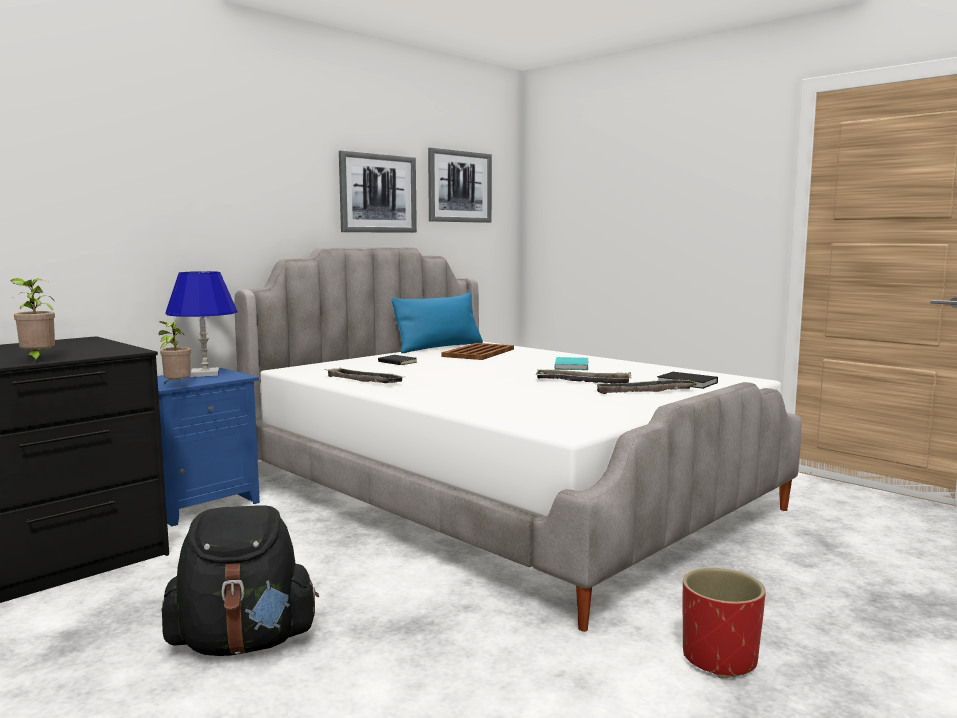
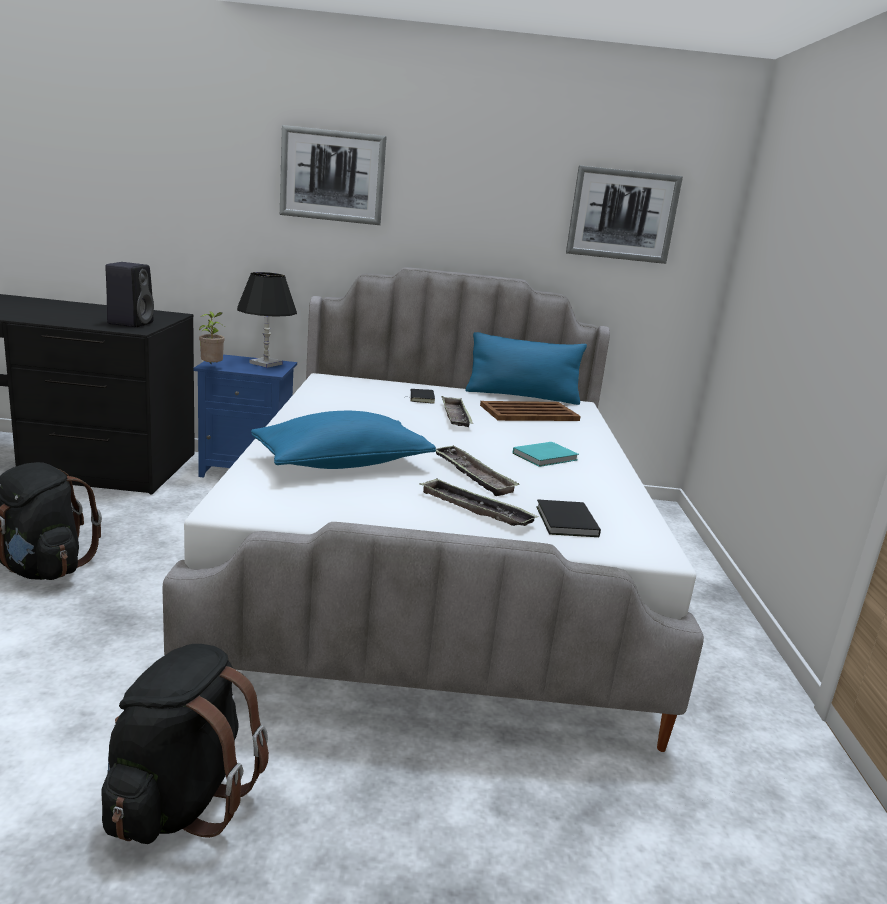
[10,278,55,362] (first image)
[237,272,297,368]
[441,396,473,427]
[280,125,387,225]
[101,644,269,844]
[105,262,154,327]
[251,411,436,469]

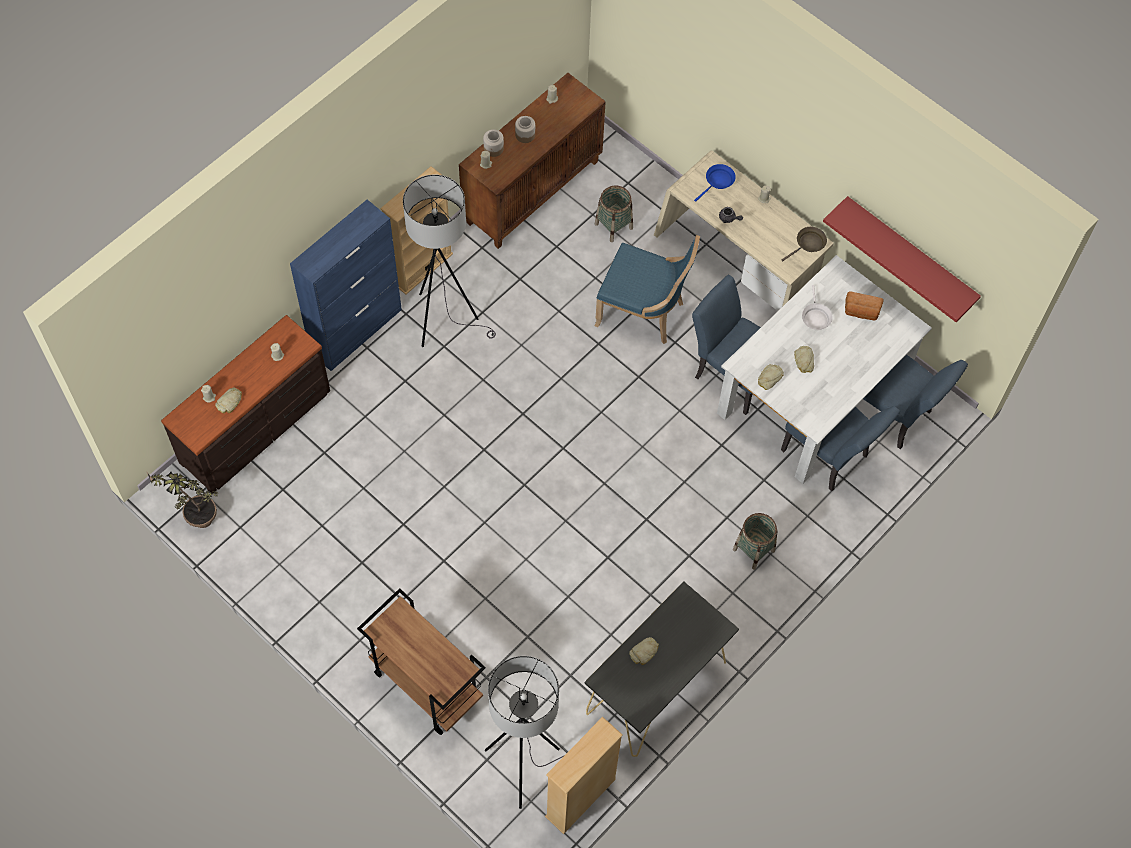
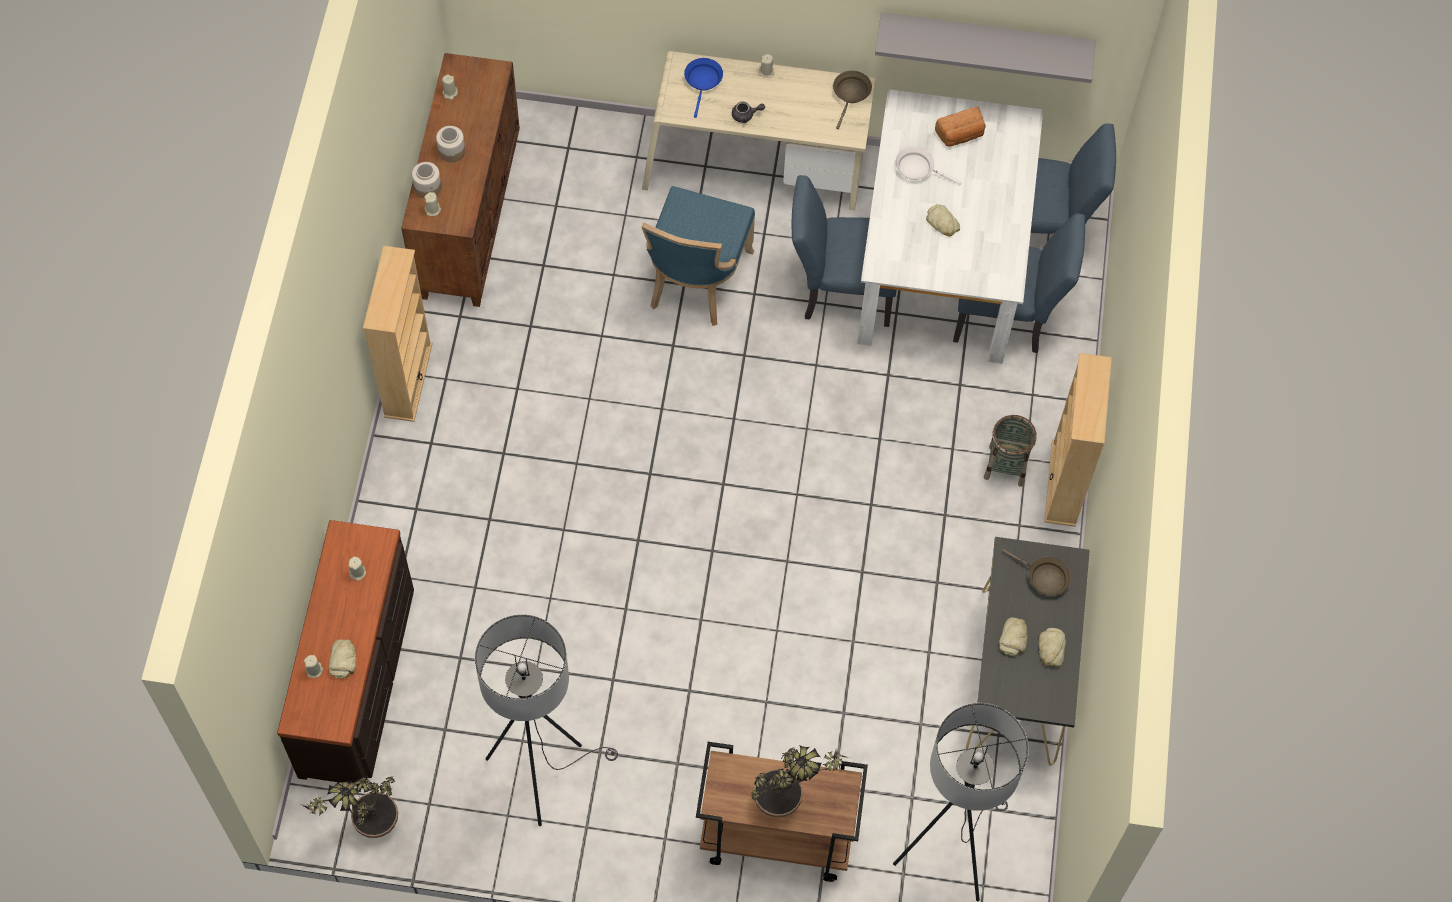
[290,200,402,371] (first image)
[475,614,618,826]
[1044,353,1112,527]
[642,186,755,326]
[595,186,633,242] (first image)
[1039,628,1066,667]
[895,146,961,185]
[875,12,1096,83]
[751,745,849,817]
[1002,549,1071,596]

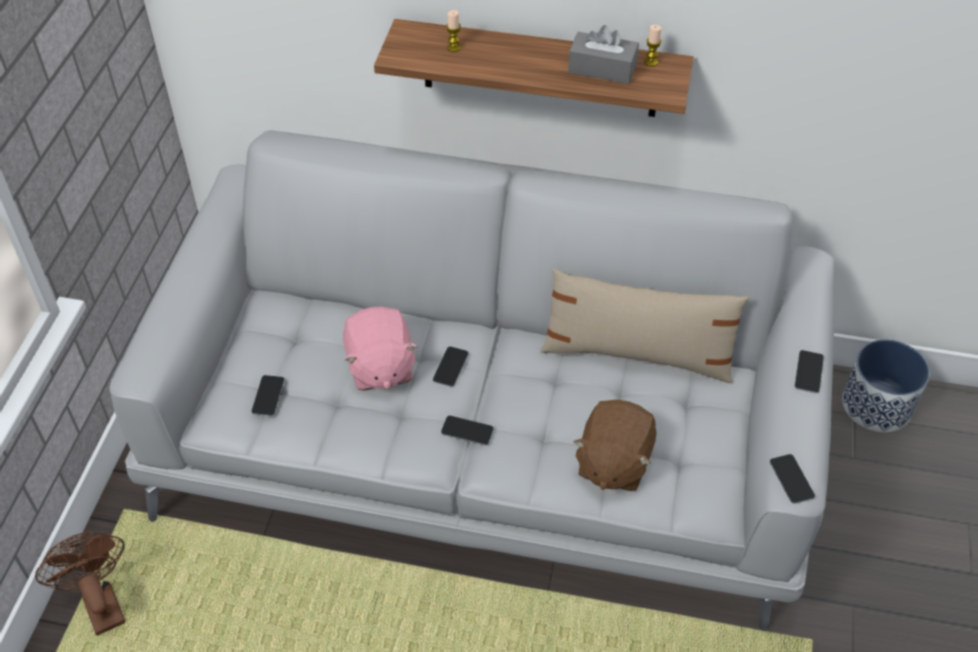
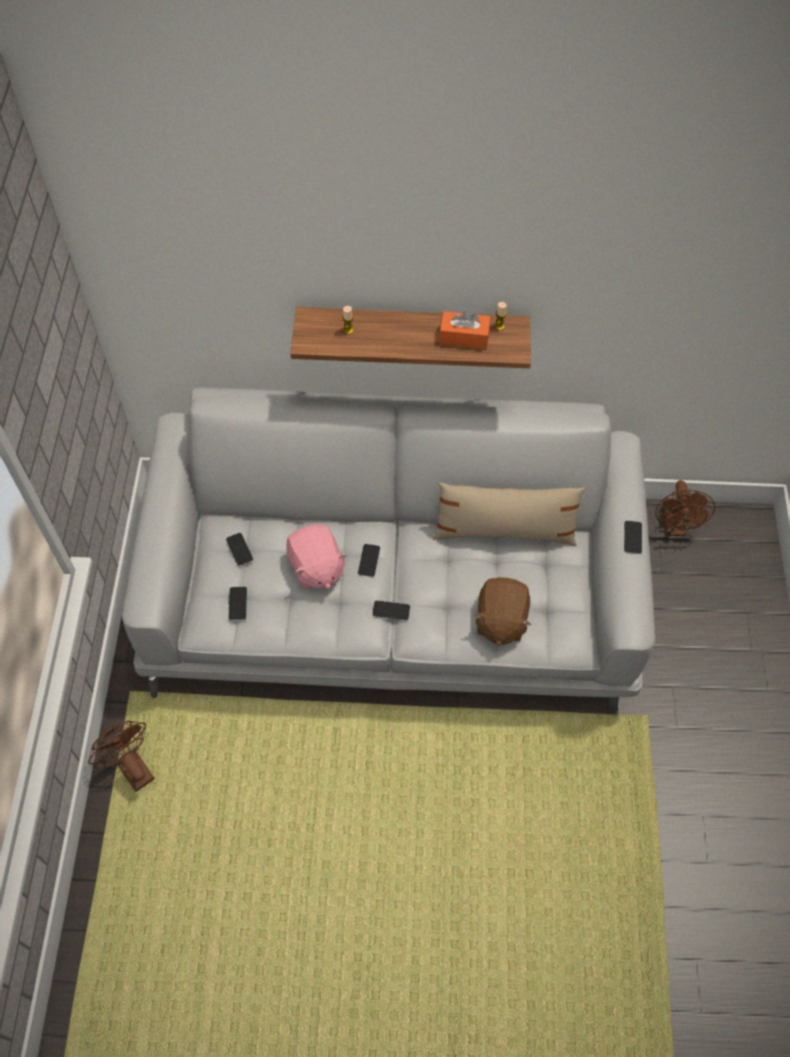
[439,311,490,349]
[226,533,253,566]
[655,480,715,536]

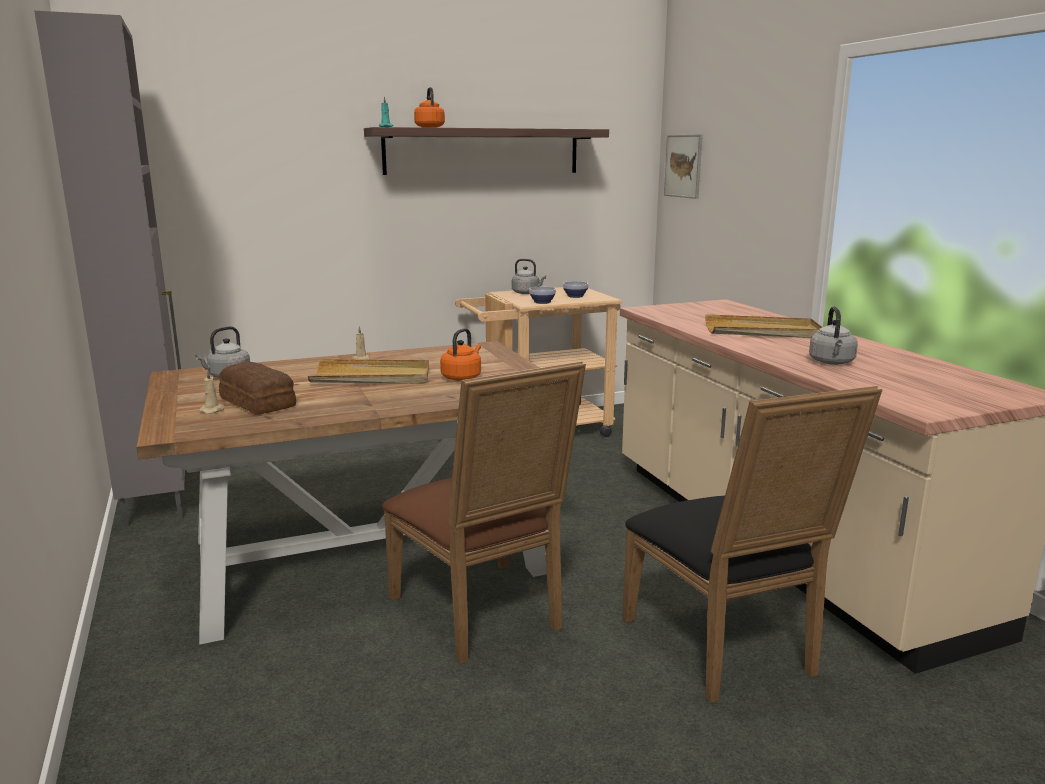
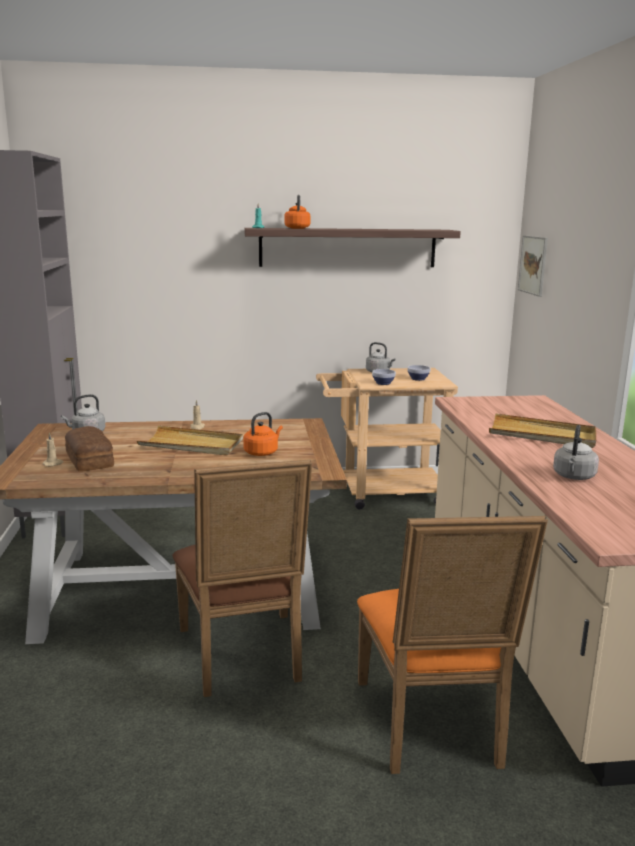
[357,516,548,774]

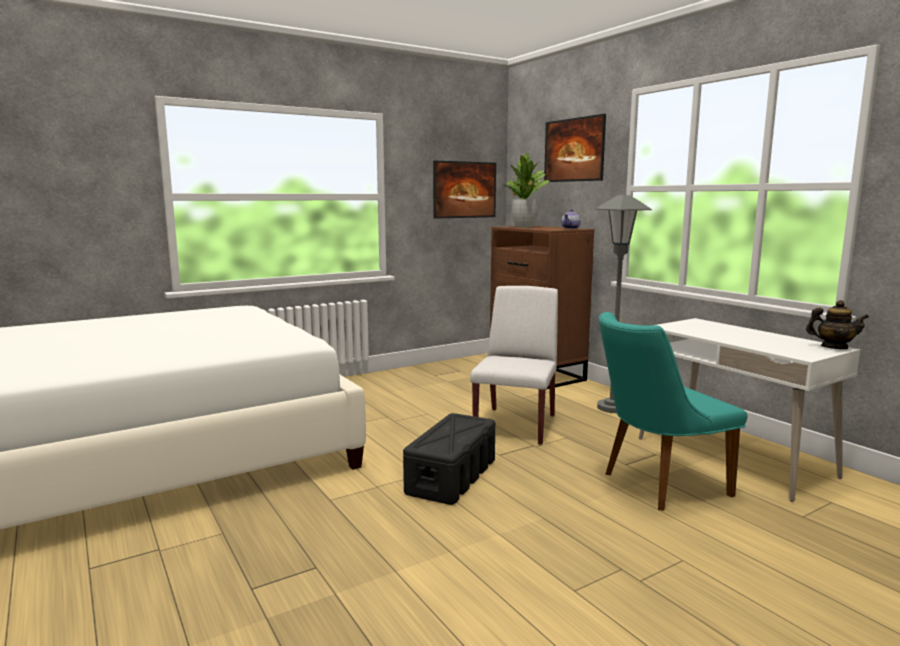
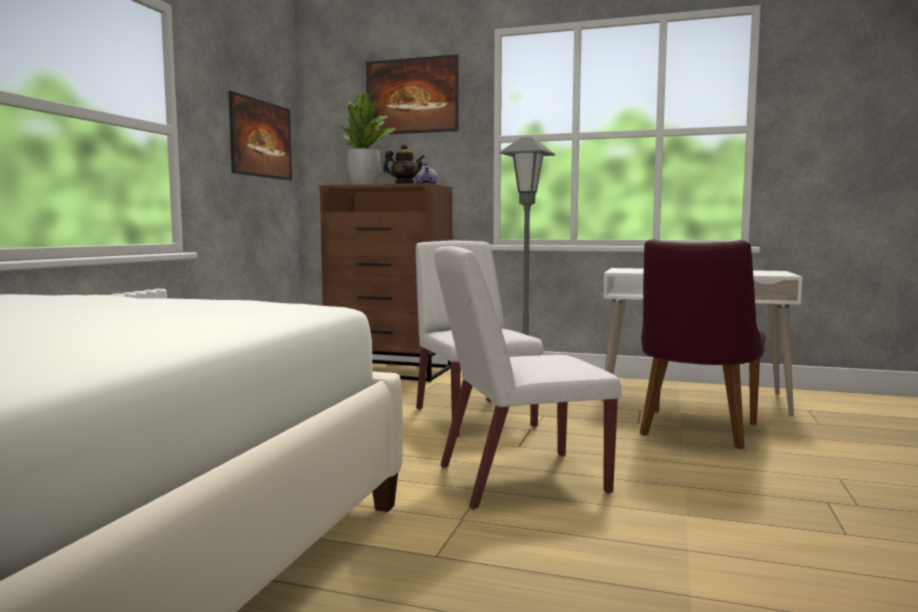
[434,246,622,510]
[640,239,766,449]
[383,144,425,184]

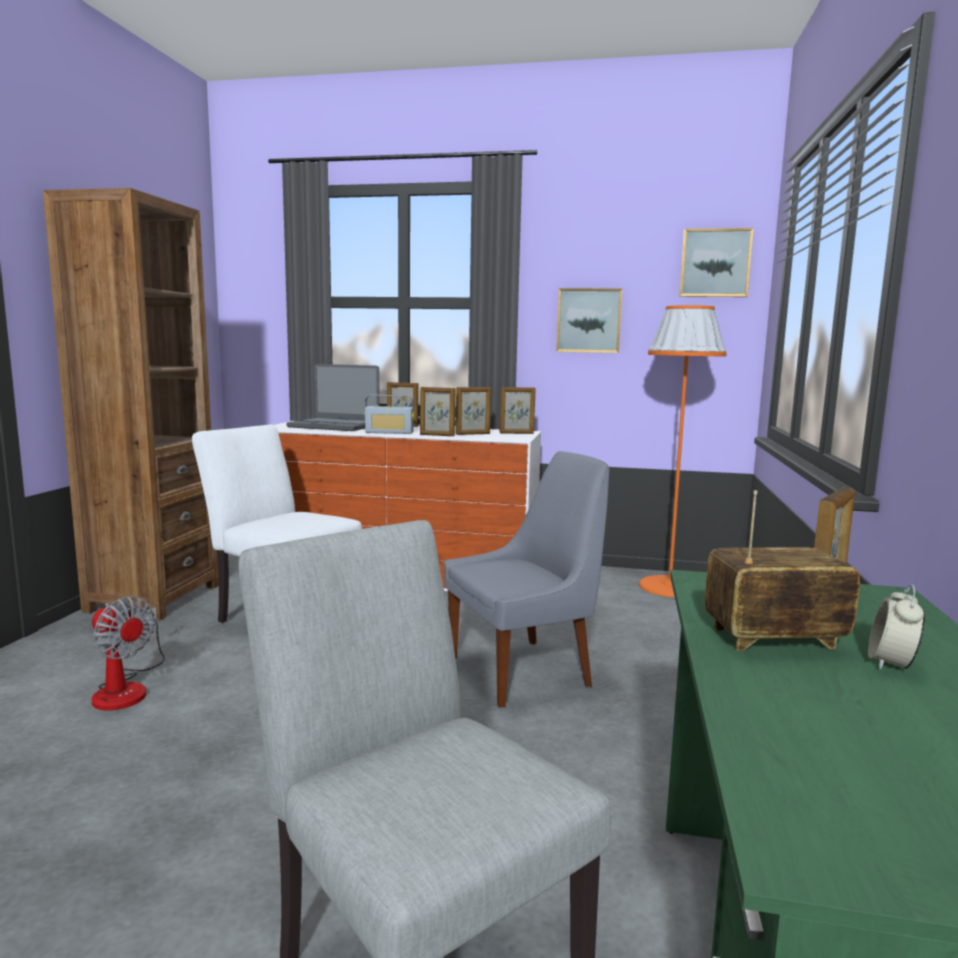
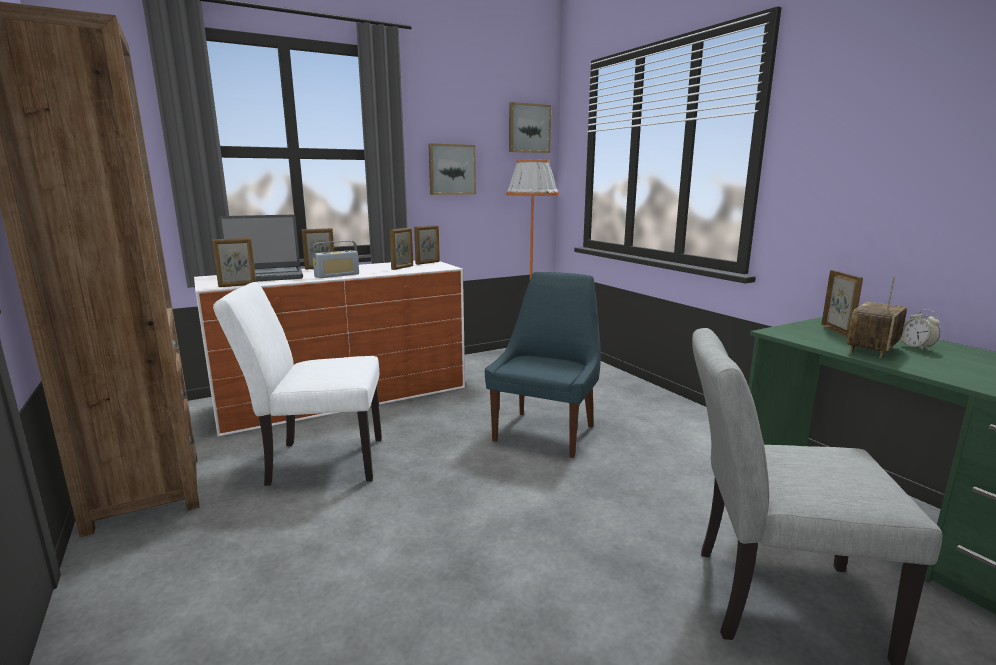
[92,596,165,711] (first image)
[212,238,256,287]
[485,272,601,458]

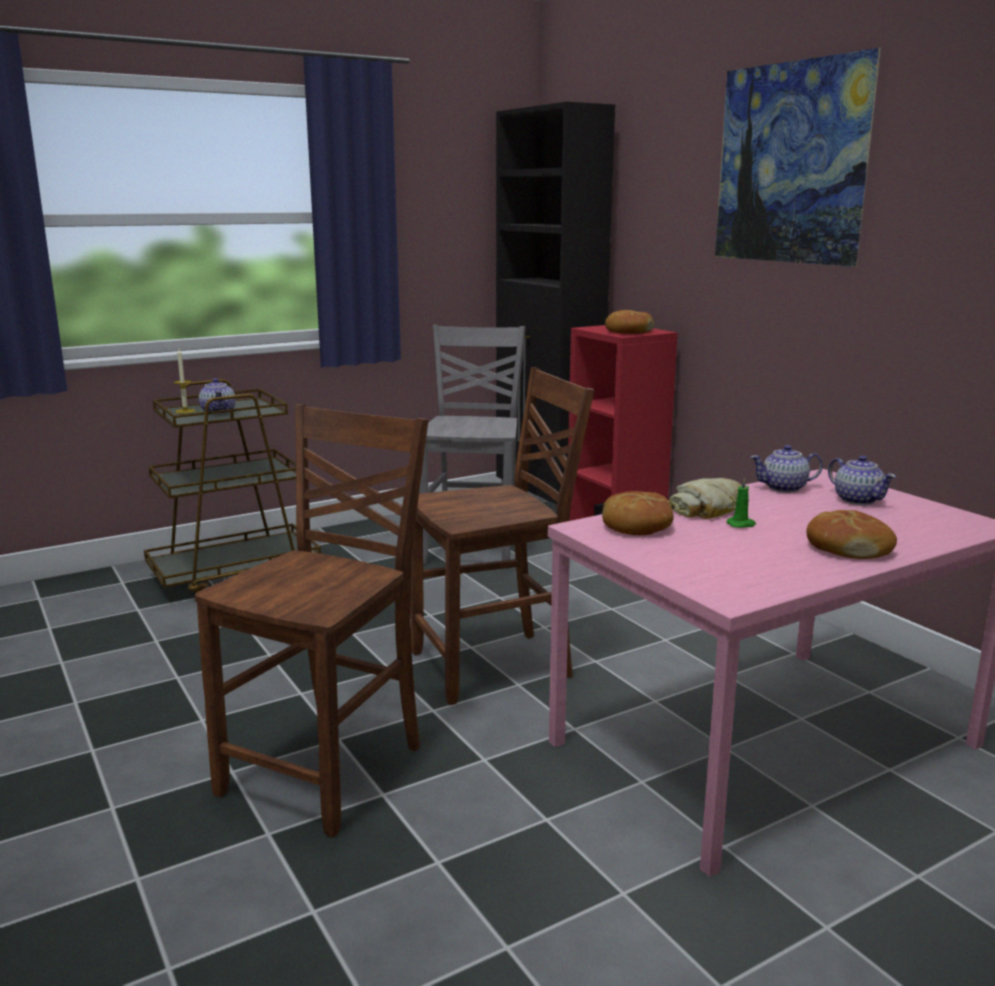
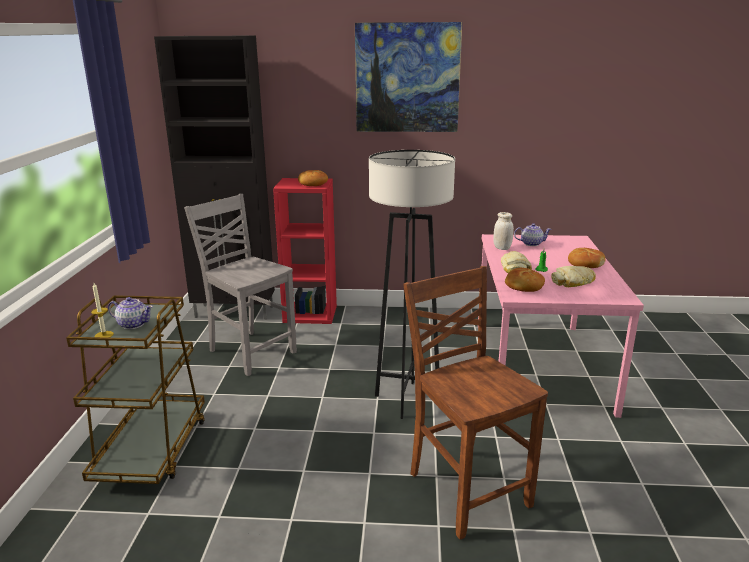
[369,150,455,419]
[493,212,514,250]
[552,266,596,287]

